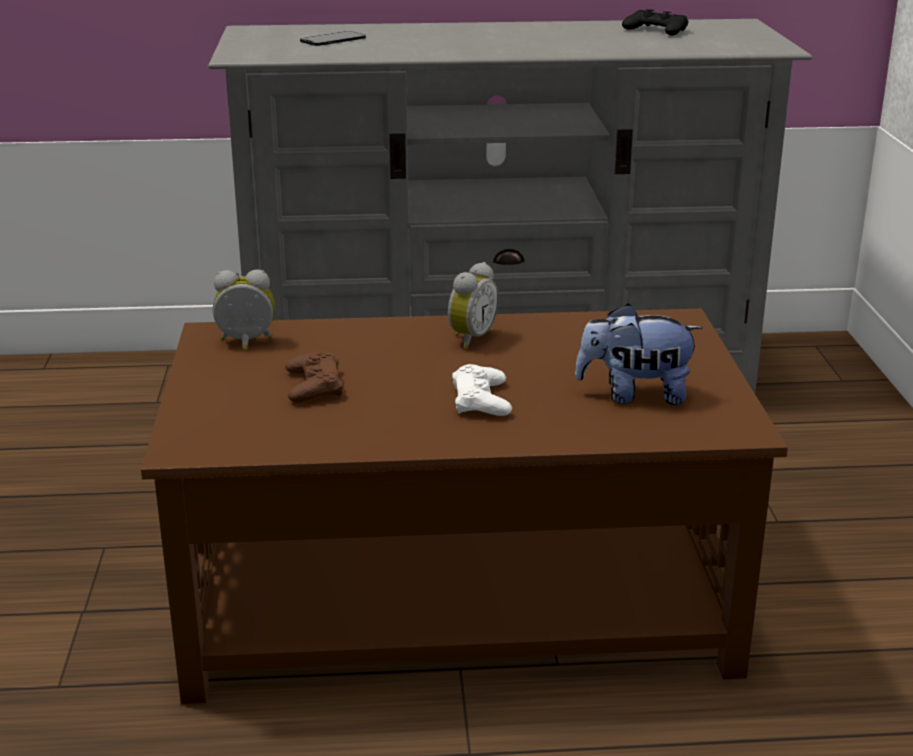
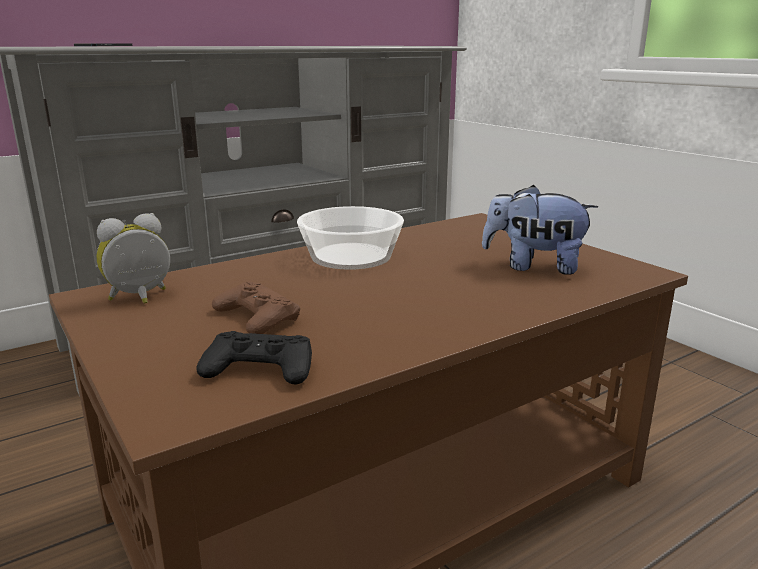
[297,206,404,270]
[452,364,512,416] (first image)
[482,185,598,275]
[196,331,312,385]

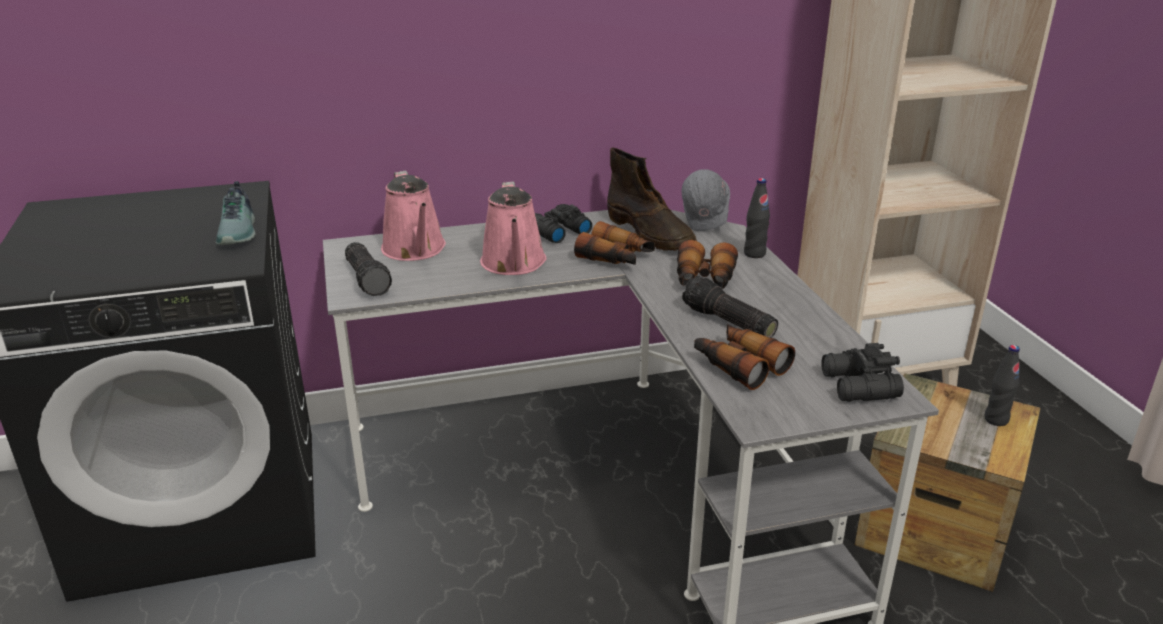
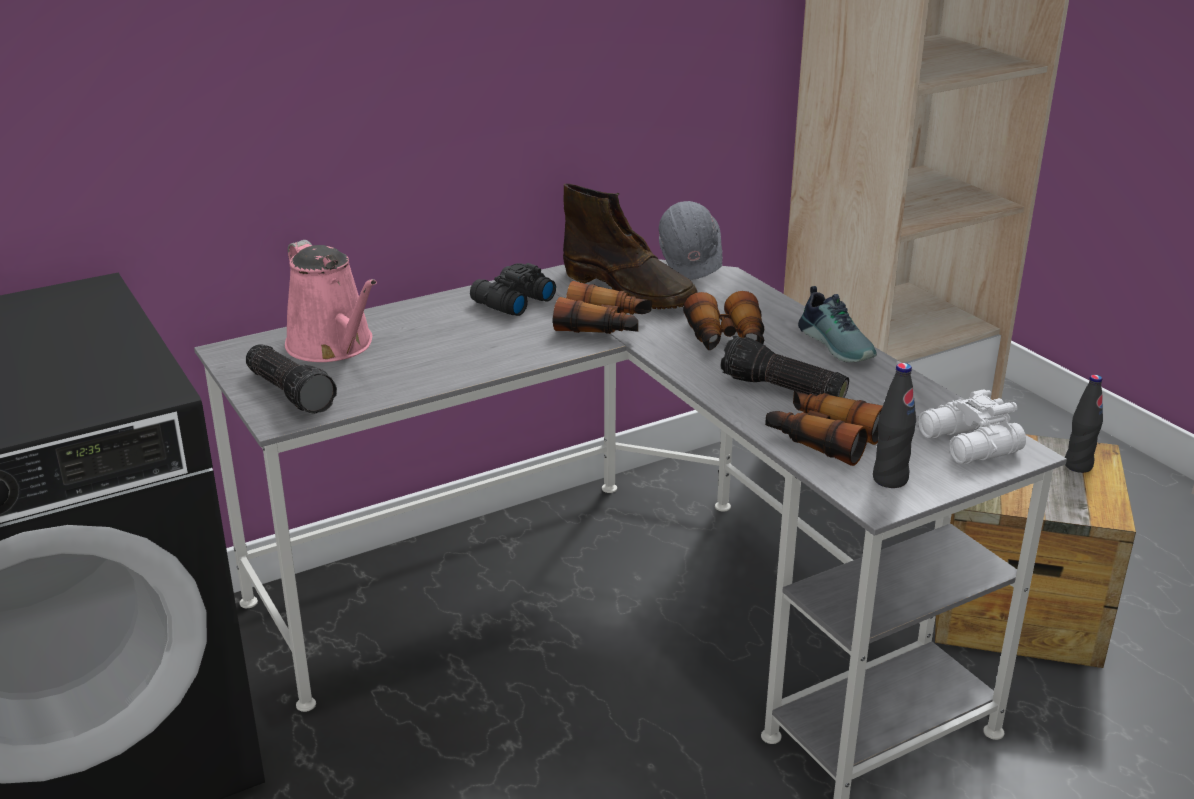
[798,286,877,363]
[480,181,546,275] (first image)
[873,363,916,488]
[918,389,1026,464]

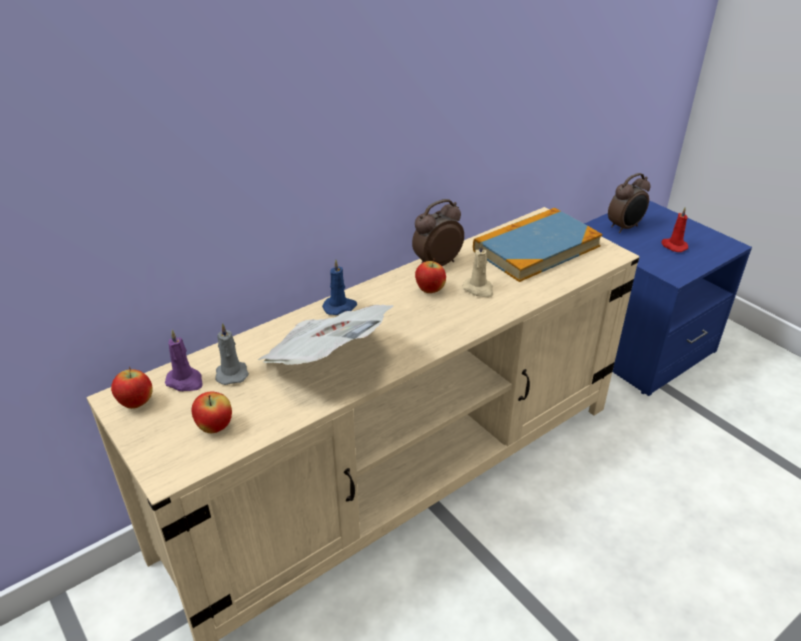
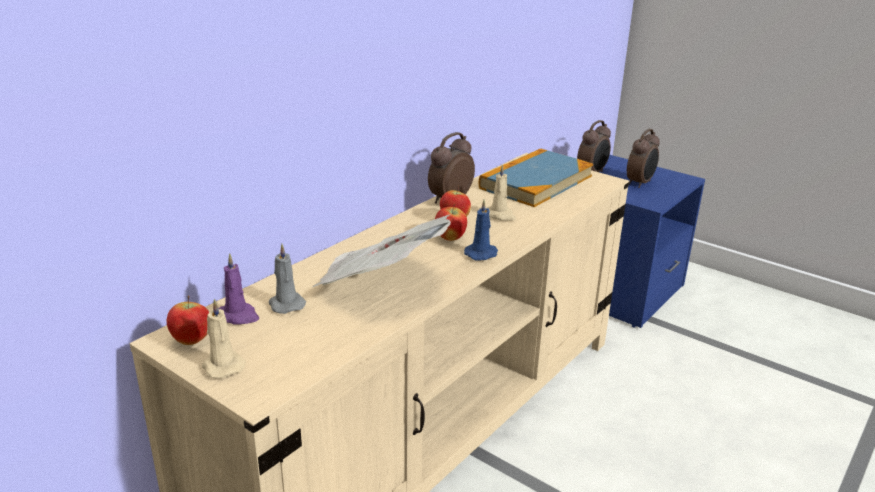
[435,204,467,241]
[464,199,498,261]
[627,129,660,188]
[202,299,246,379]

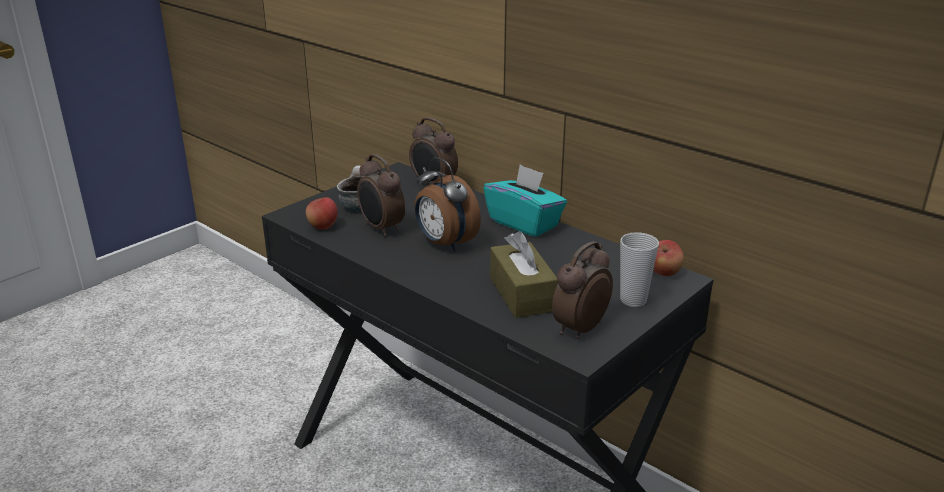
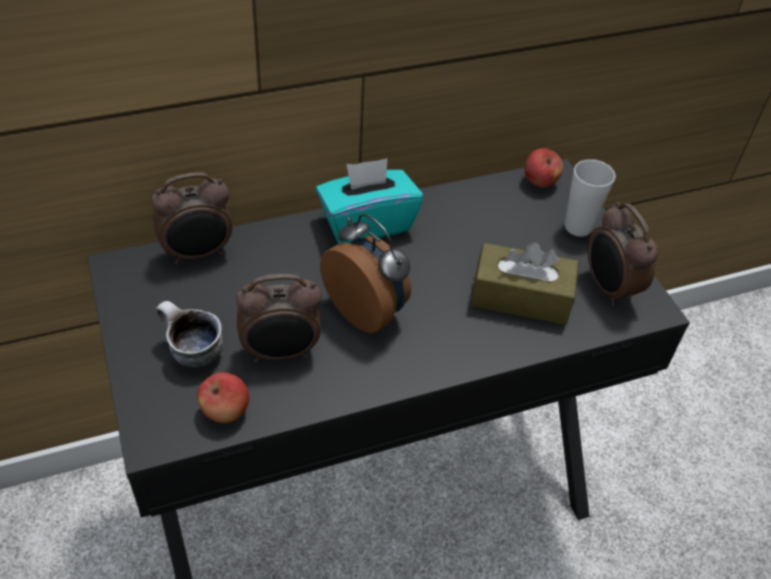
[320,214,411,333]

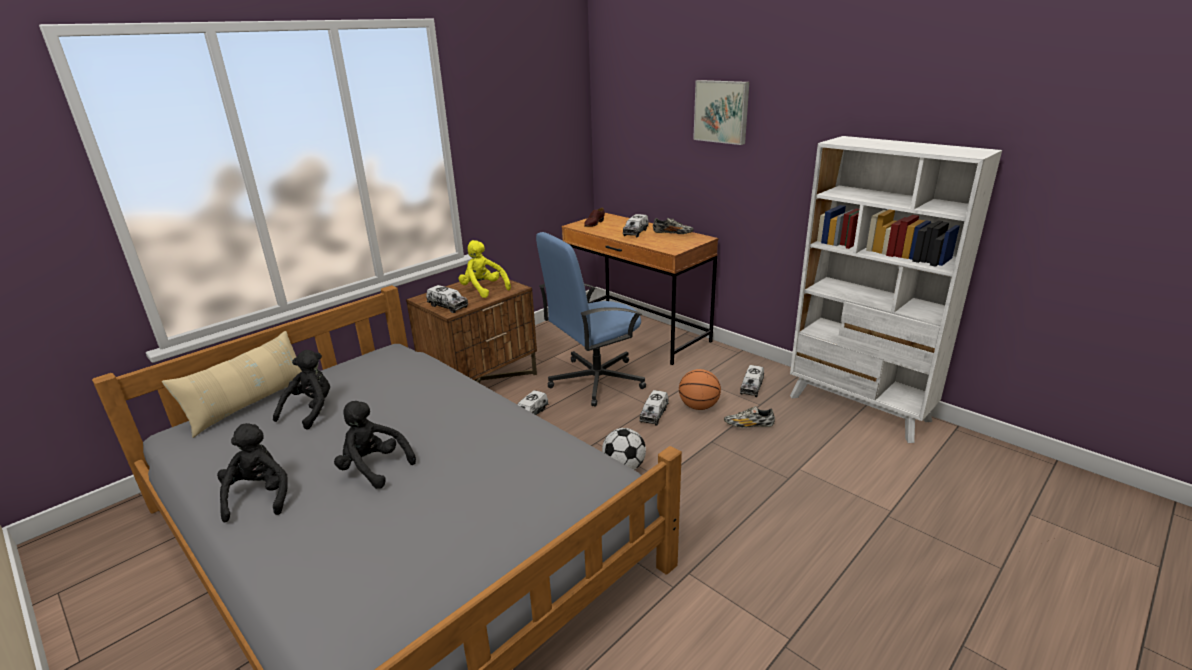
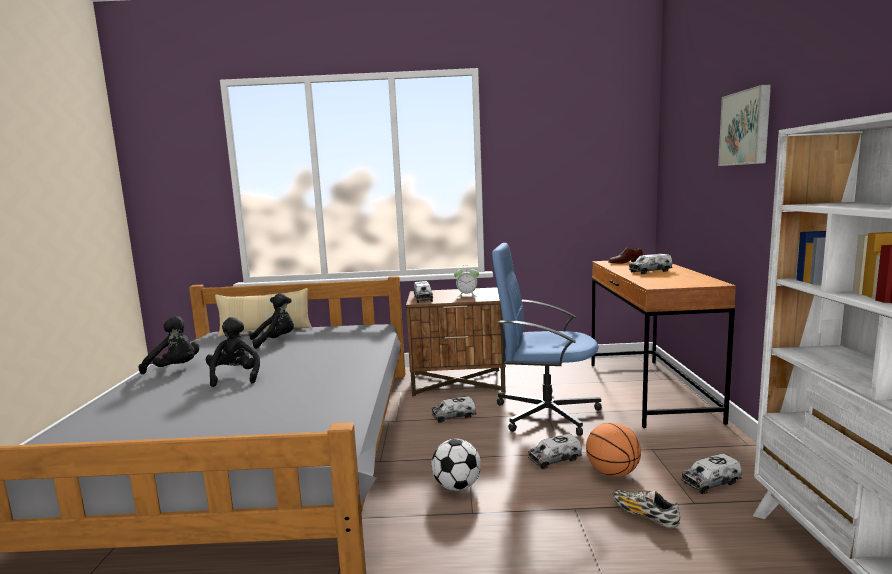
[138,316,199,374]
[454,265,479,297]
[653,218,694,234] (first image)

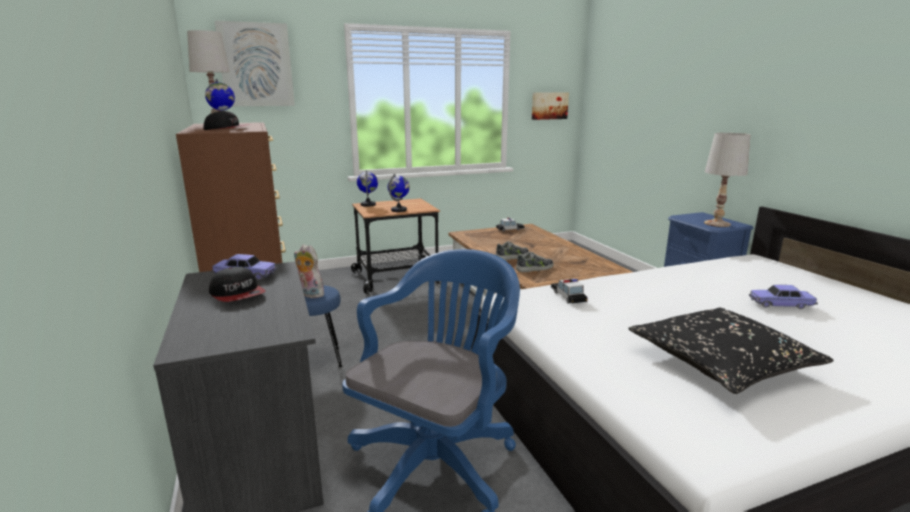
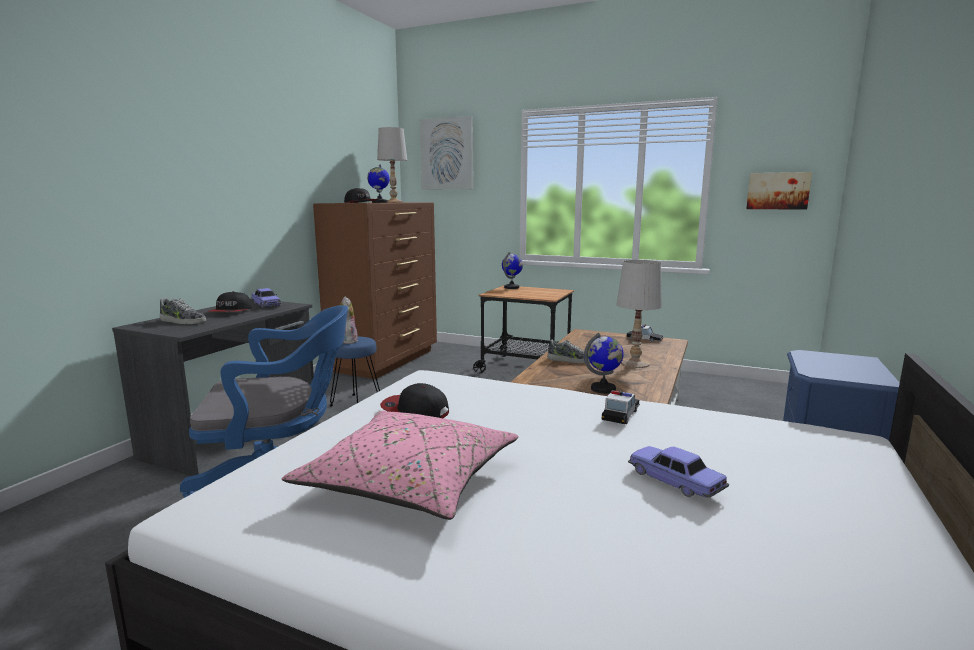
[584,333,623,394]
[160,298,206,324]
[602,390,640,424]
[282,411,518,520]
[616,260,662,368]
[380,383,449,418]

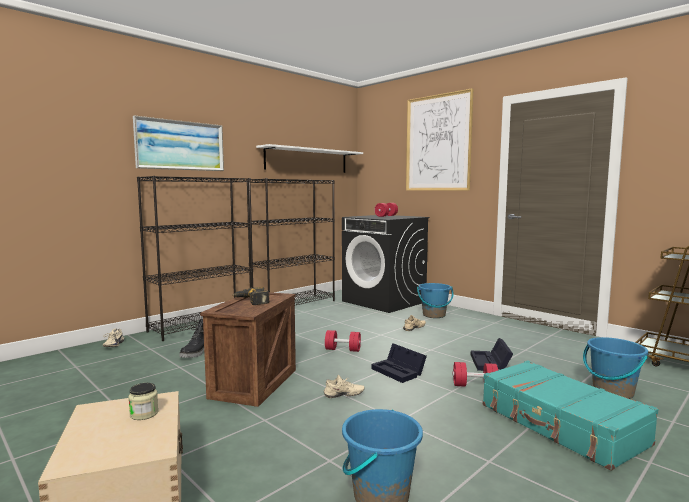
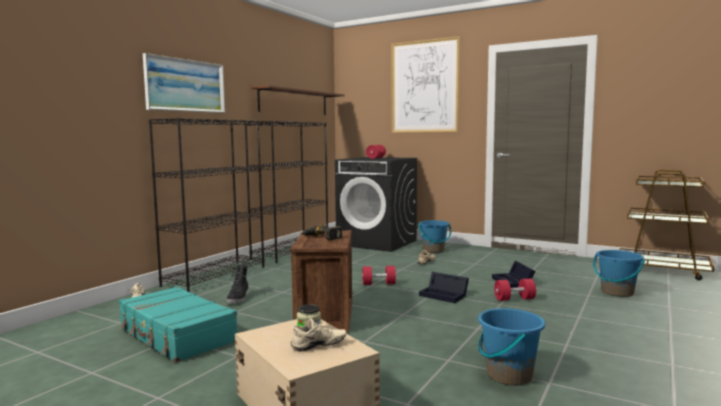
[251,85,345,115]
[290,318,346,352]
[119,286,237,363]

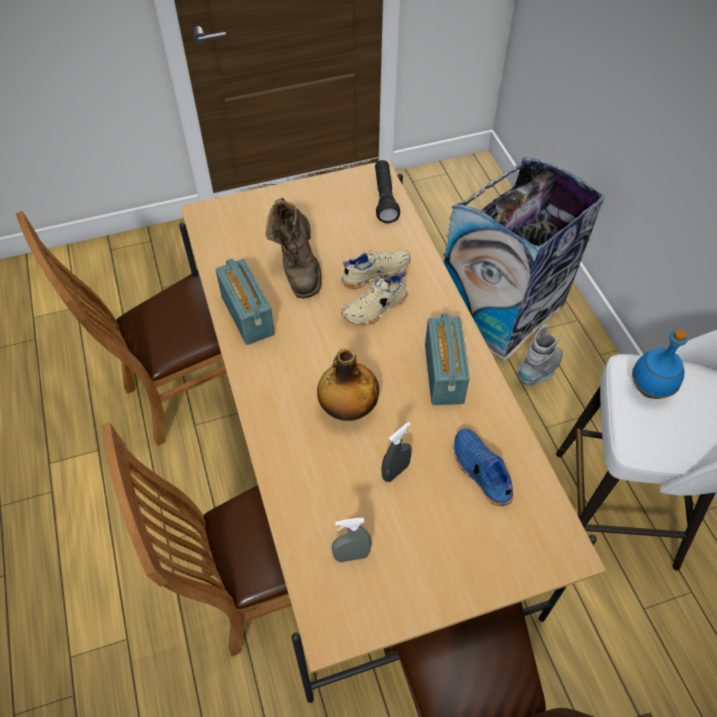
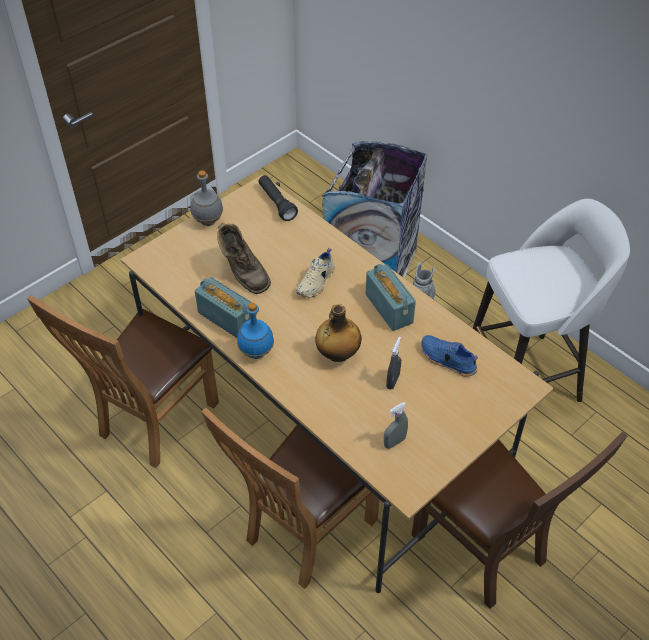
[342,250,410,289] (first image)
[237,303,274,359]
[190,170,223,226]

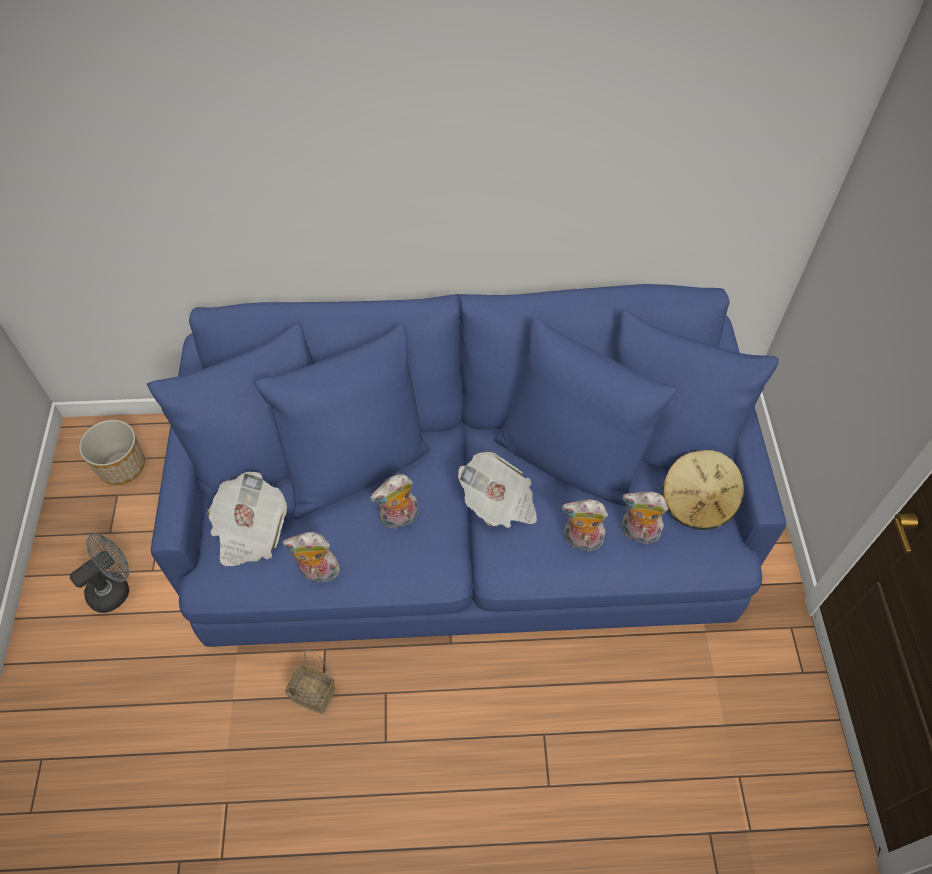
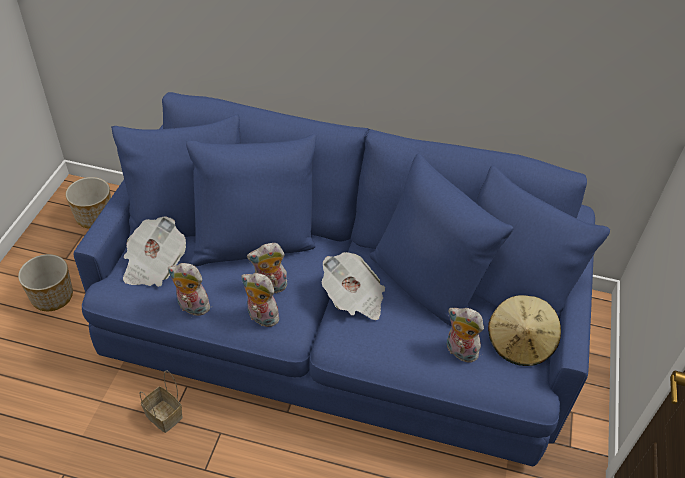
[18,254,73,311]
[242,273,281,327]

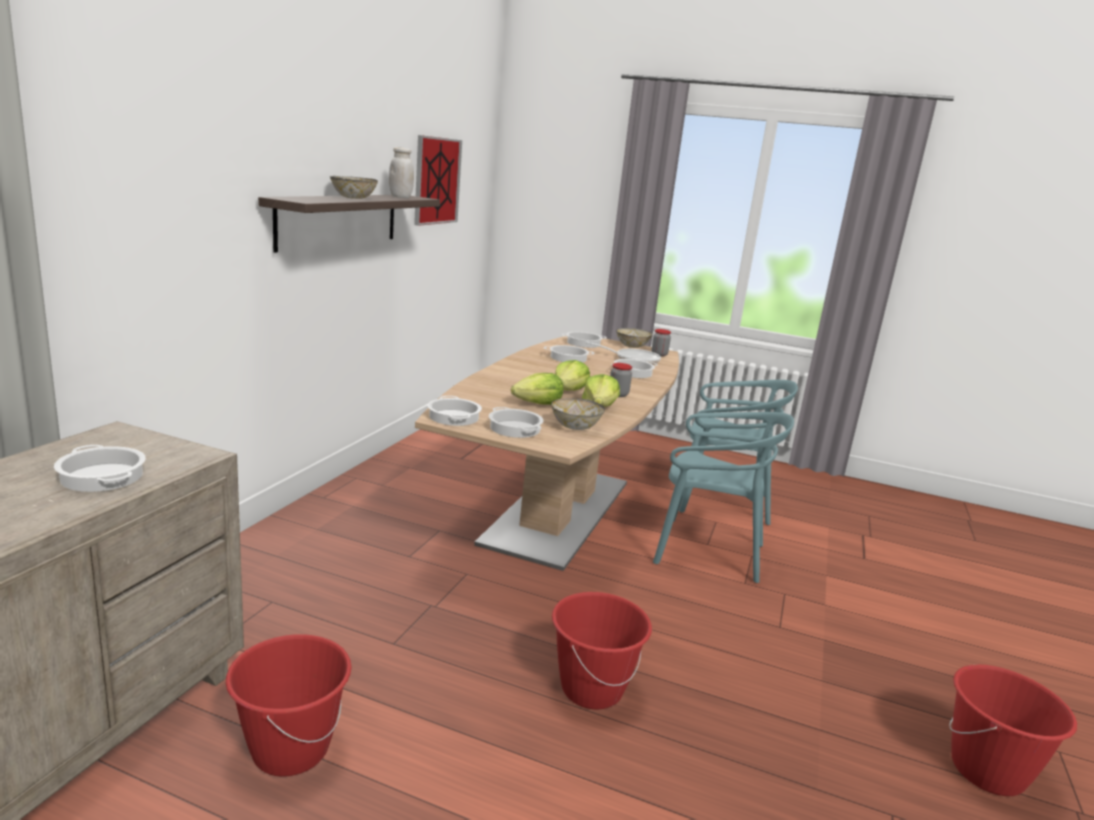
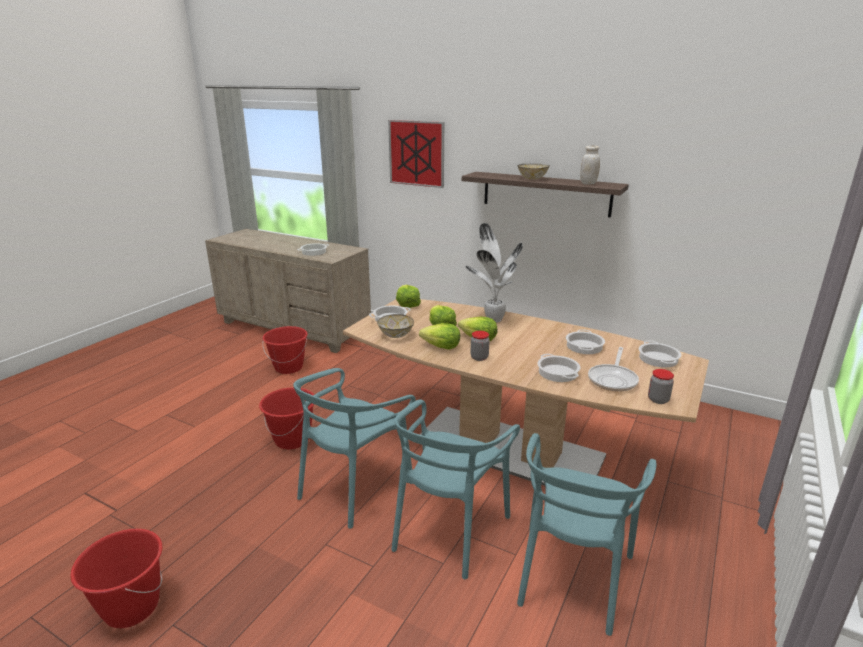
[388,120,444,188]
[396,285,421,308]
[616,328,652,348] (first image)
[293,368,416,529]
[466,223,523,323]

